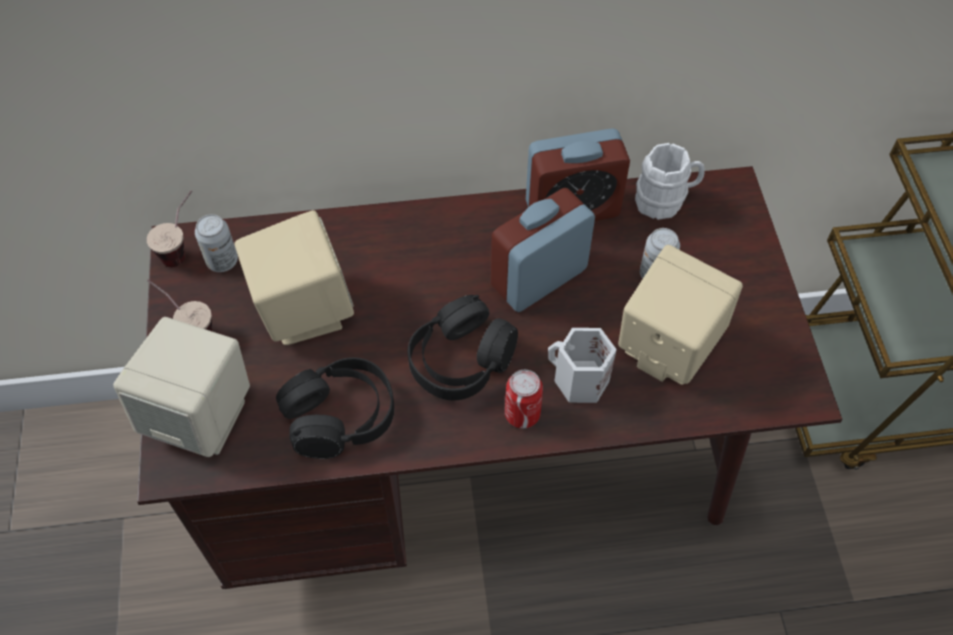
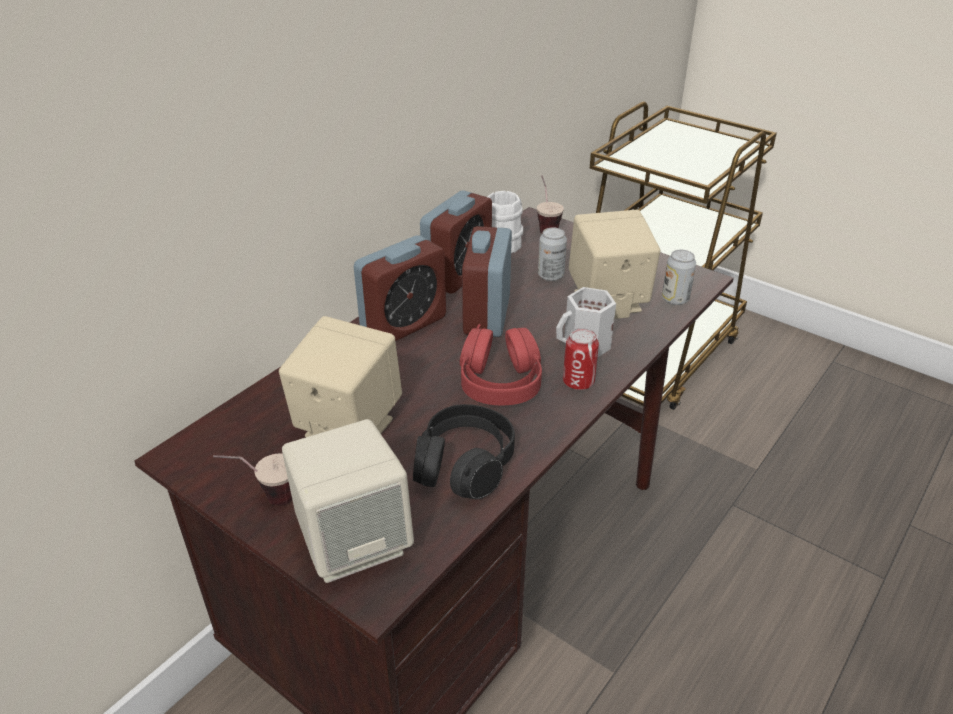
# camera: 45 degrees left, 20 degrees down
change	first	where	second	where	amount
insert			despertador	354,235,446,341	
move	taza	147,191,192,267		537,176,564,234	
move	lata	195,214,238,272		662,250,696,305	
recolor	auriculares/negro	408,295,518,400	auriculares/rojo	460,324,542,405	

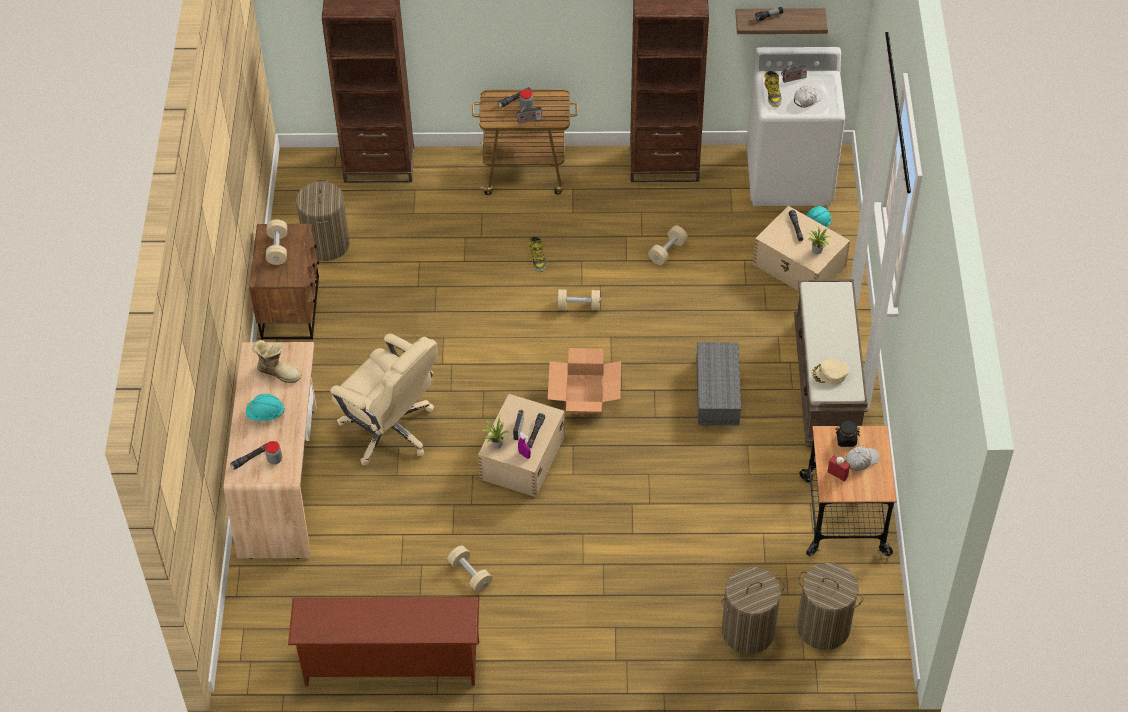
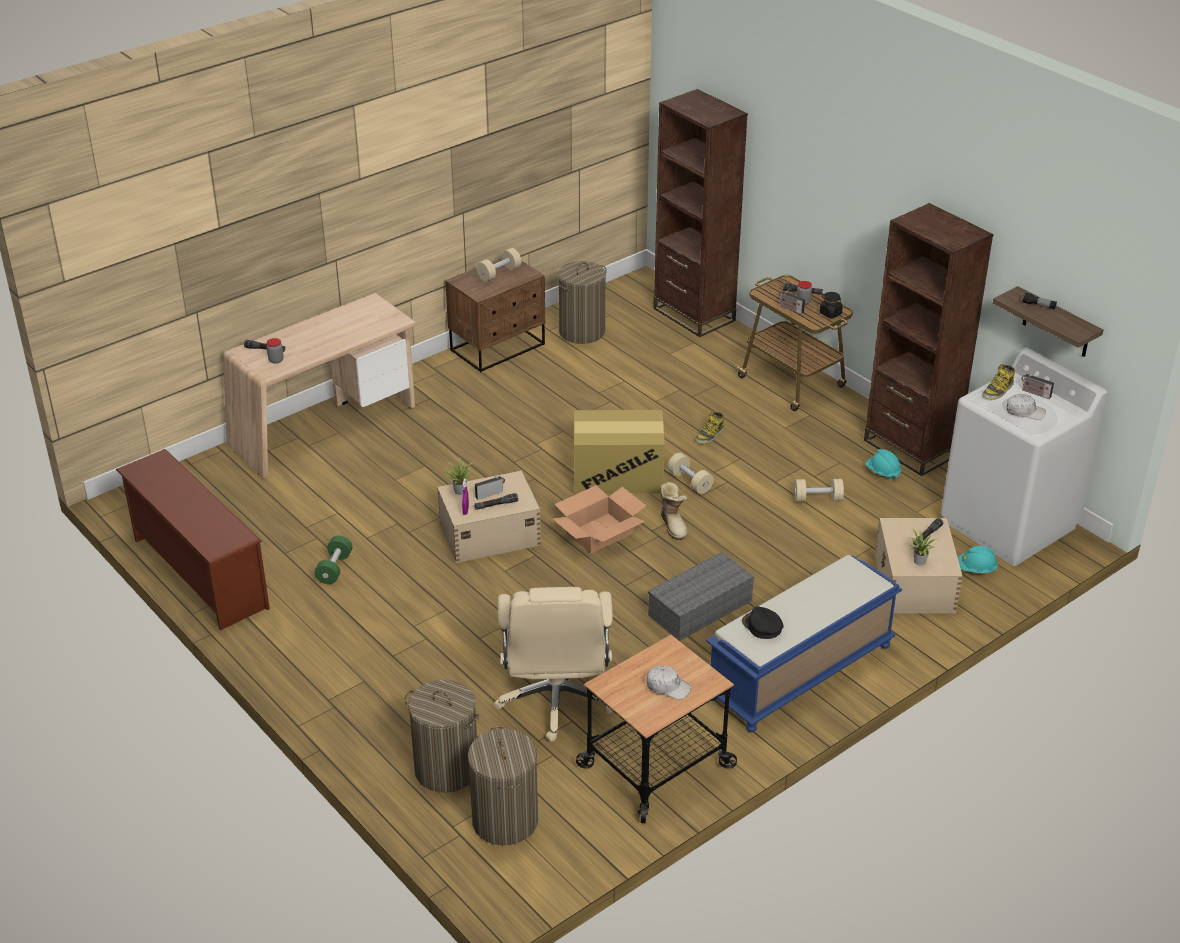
# camera: 50 degrees right, 15 degrees down
change	first	where	second	where	amount
delete	botella/rojo	827,456,850,481			
insert			caja de cartón	574,410,665,493	
move	casco/turquesa	246,394,285,421		865,449,902,480	
move	bota	252,340,302,383		660,482,688,540	
move	silla de oficina/beis	330,334,438,465		494,587,615,742	
move	tarro/negro	835,421,860,447		820,292,843,318	
recolor	mancuerna/beis	447,546,492,592	mancuerna/verde	314,536,353,584	
recolor	banco/marrón	794,279,868,447	banco/azul	706,555,902,733	
recolor	gorra/beis	811,359,849,384	gorra/negro	742,606,784,639	

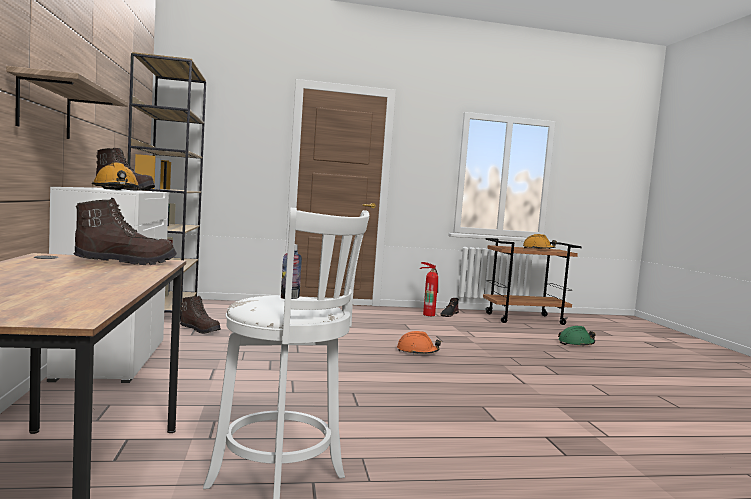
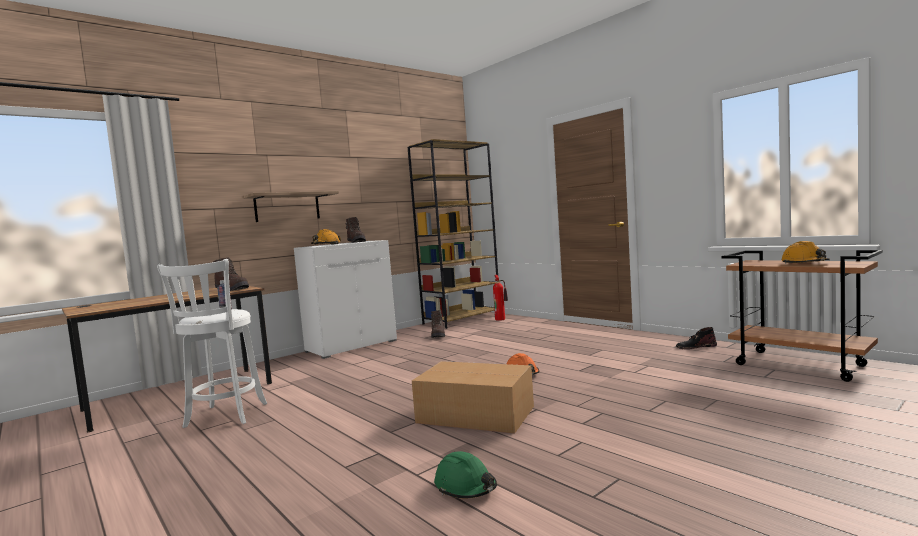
# camera: 60 degrees right, 0 degrees up
change	first	where	second	where	amount
insert			caja de cartón	412,361,534,434	
move	extintor	420,262,438,316		493,275,508,321	
move	casco/verde	558,326,596,347		434,451,497,498	

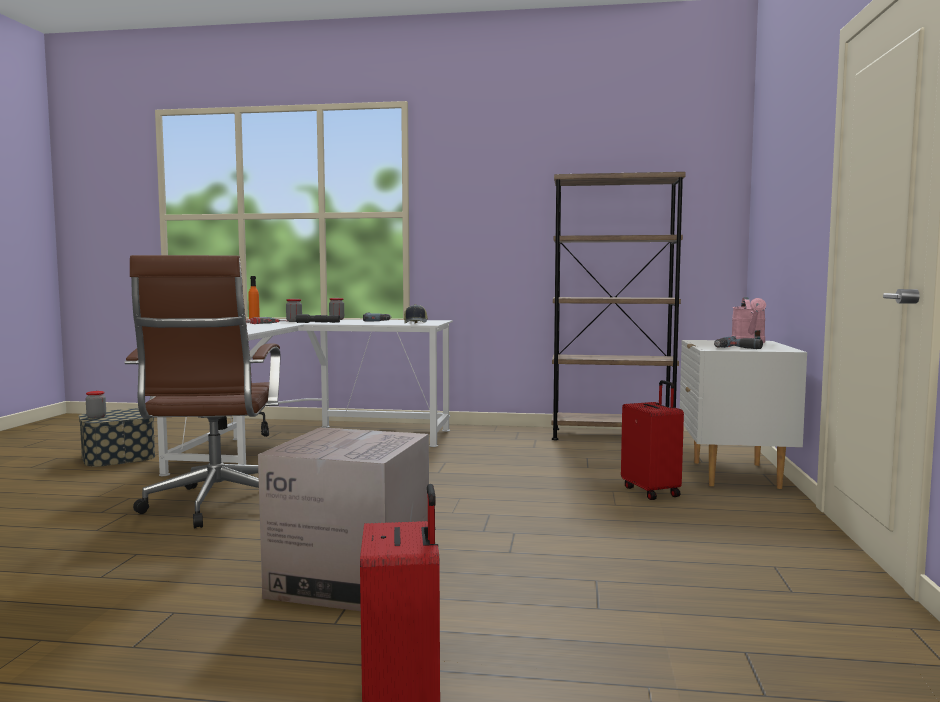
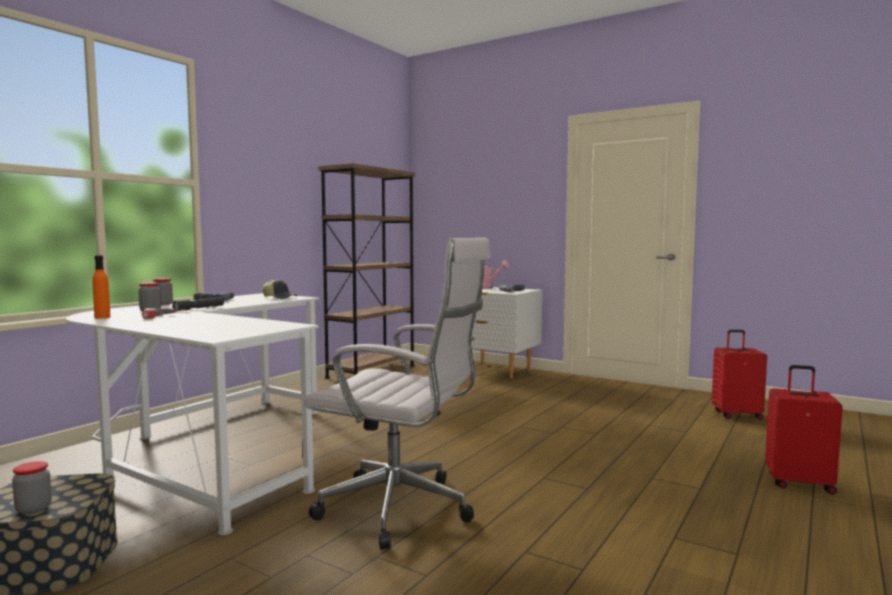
# camera: 65 degrees left, 0 degrees up
change	first	where	second	where	amount
delete	caja de cartón	258,428,429,611			
move	maleta/rojo	621,380,684,500		712,330,767,420	
recolor	silla de oficina/marrón	125,255,280,529	silla de oficina/blanco	303,238,490,549	

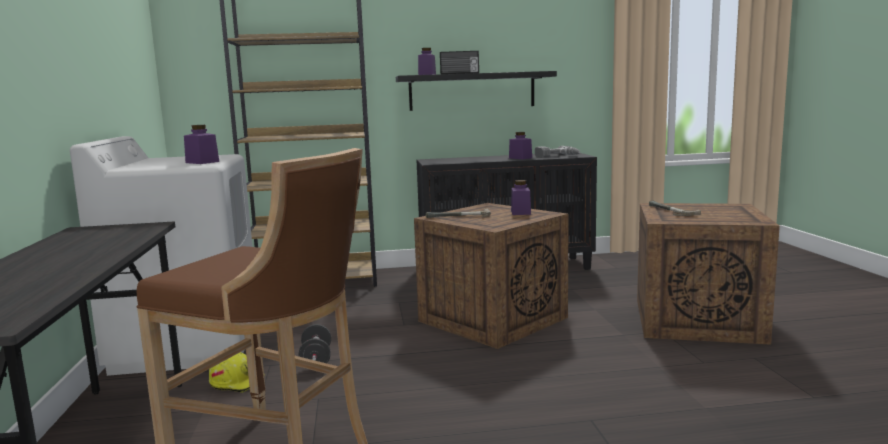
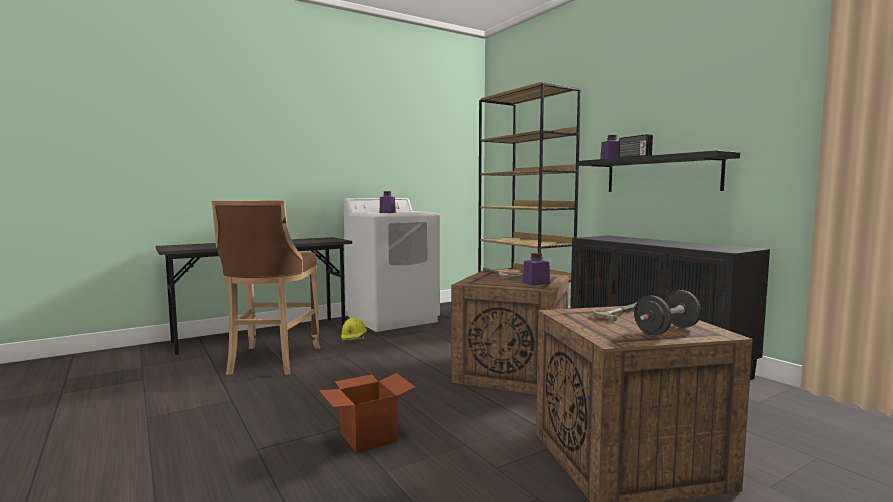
# camera: 65 degrees right, 5 degrees down
change	first	where	second	where	amount
delete	tarro/morado	509,132,532,159			
delete	taladro	535,146,580,158			
insert			caja de cartón	319,373,416,453	
move	mancuerna/negro	299,324,331,363		634,290,701,336	

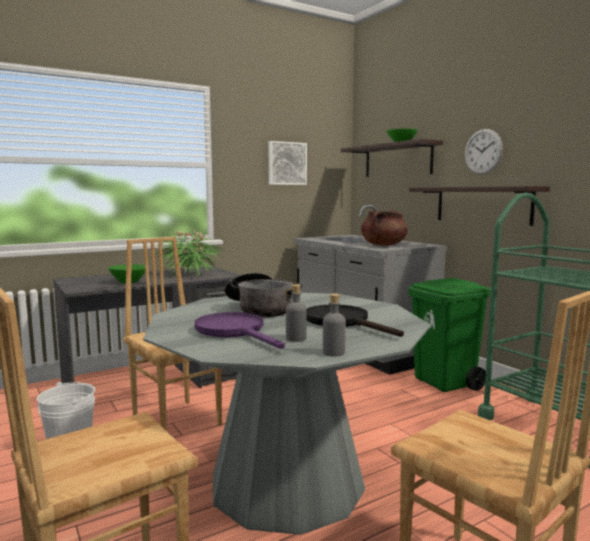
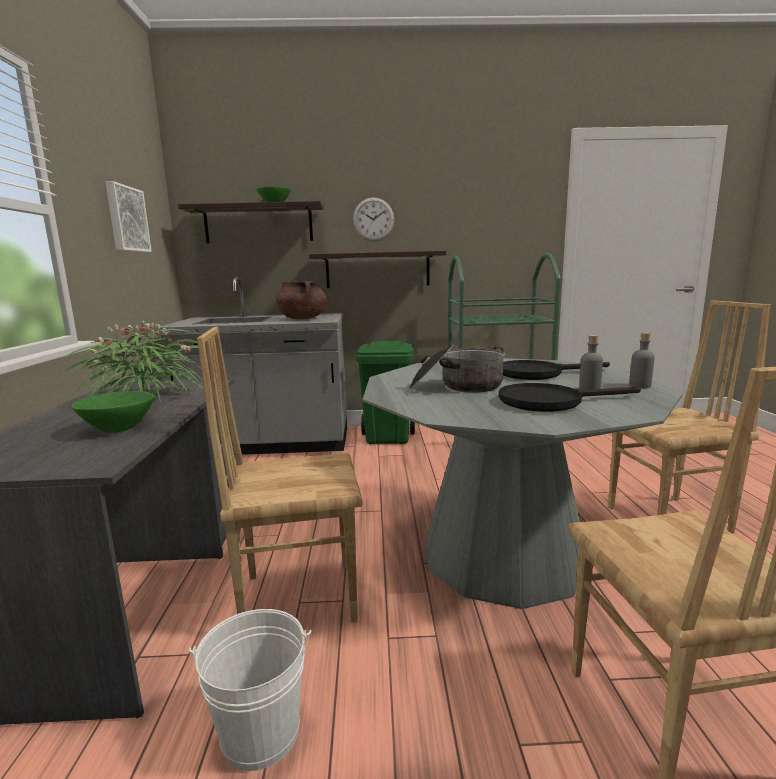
# camera: 60 degrees left, 5 degrees up
change	first	where	second	where	amount
recolor	sartén/morado	194,312,285,349	sartén/negro	499,383,641,412	

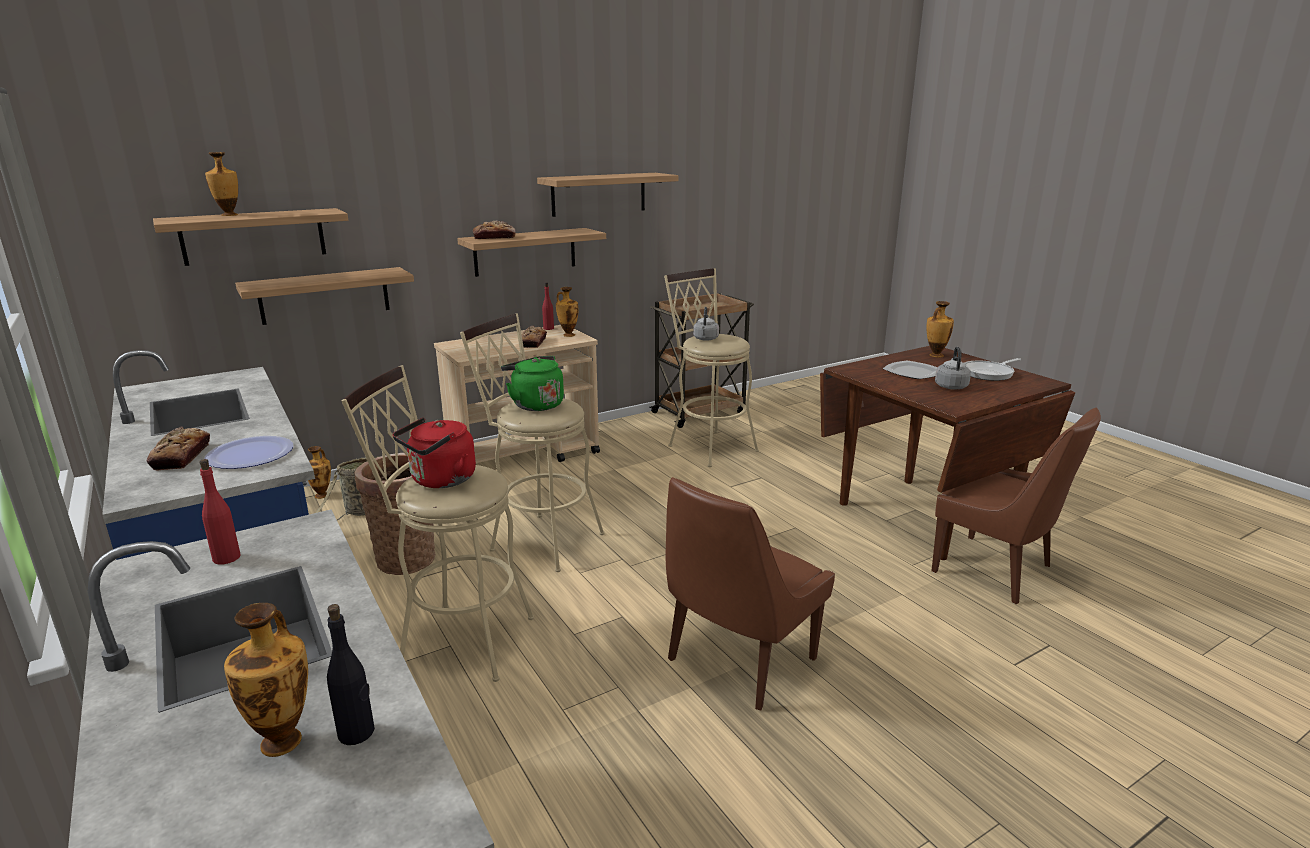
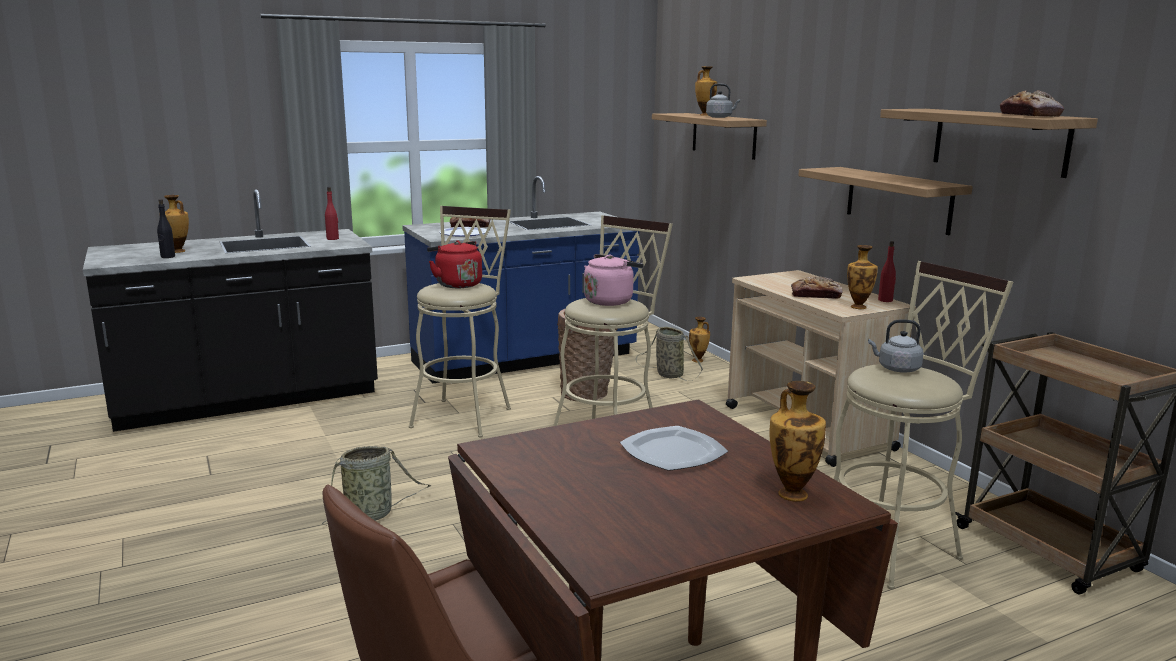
# camera: 95 degrees right, 5 degrees down
change	first	where	second	where	amount
delete	estante	235,267,414,325			
delete	sartén	964,358,1021,381			
move	pan	473,221,516,239		1000,90,1064,117	
move	hervidor/gris	935,347,971,389		706,84,740,118	
replace	silla/marrón	666,477,835,710	cesta	322,446,431,526	
recolor	hervidor/verde	501,356,564,411	hervidor/rosa	584,254,644,306	

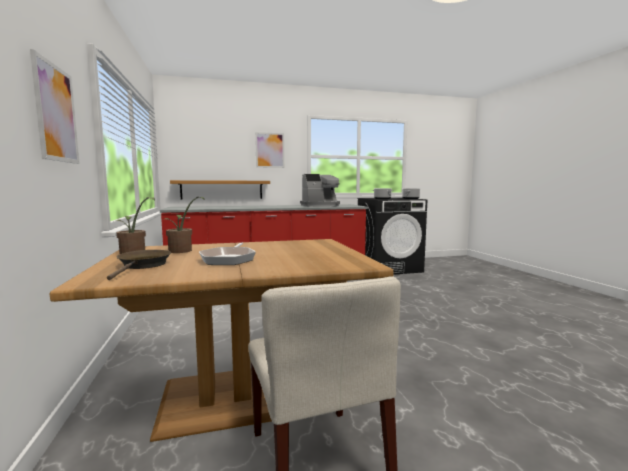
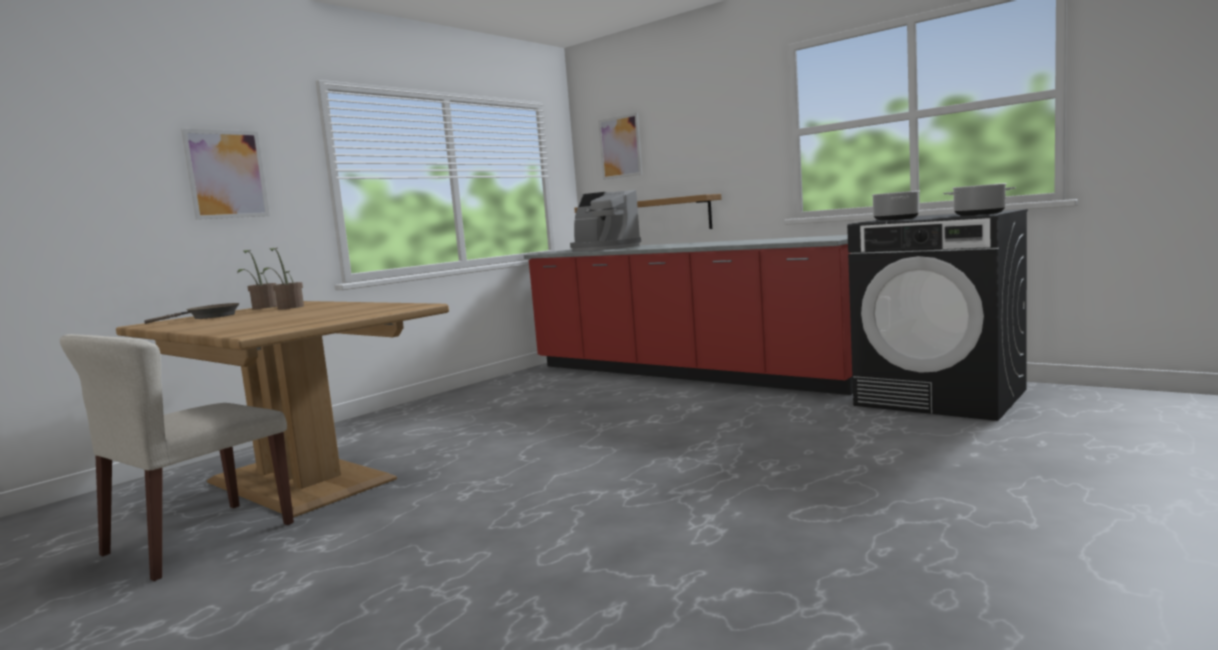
# camera: 55 degrees right, 0 degrees up
change	first	where	second	where	amount
delete	sartén	199,242,256,265			
move	cuadro	255,132,284,168		598,113,642,180	
move	cafetera	300,174,340,207		570,190,641,251	

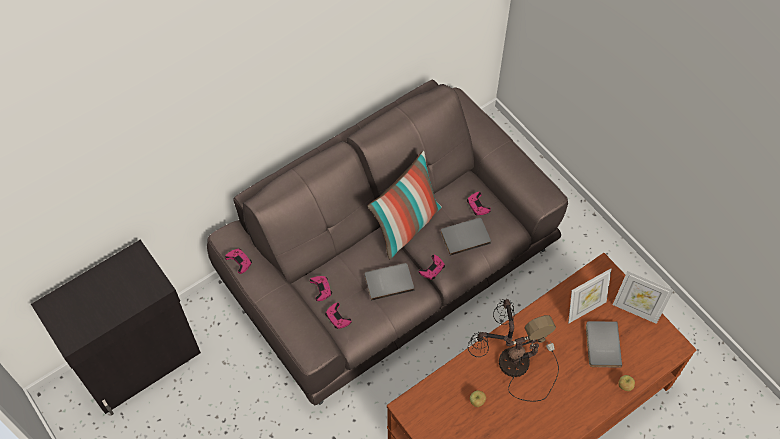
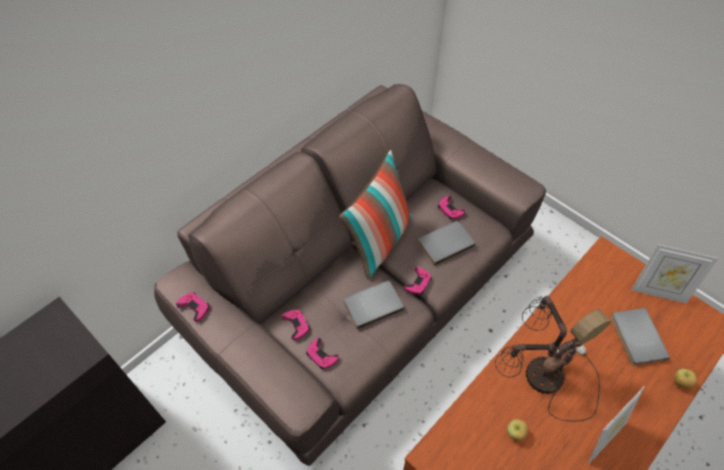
# camera: 10 degrees left, 5 degrees down
change	first	where	second	where	amount
move	portarretratos	568,269,611,324		588,387,644,464	

